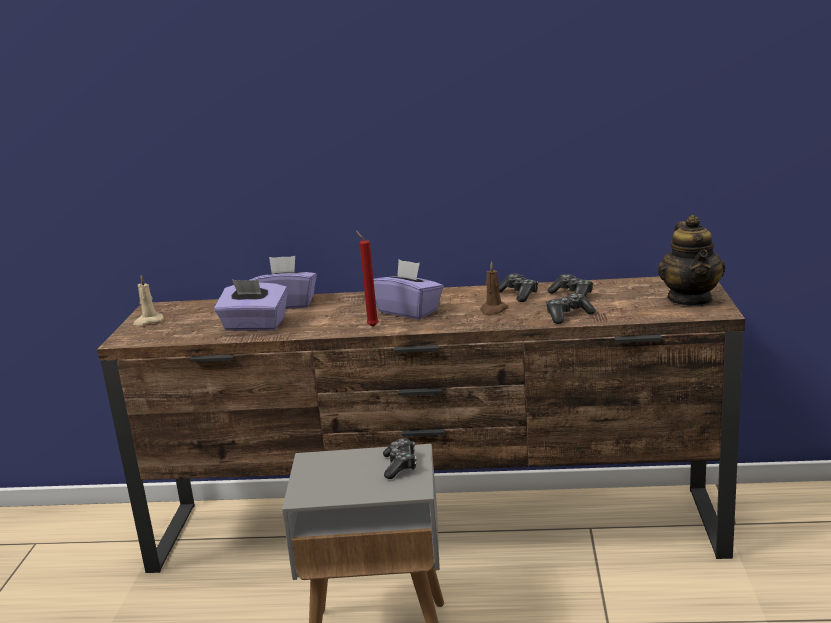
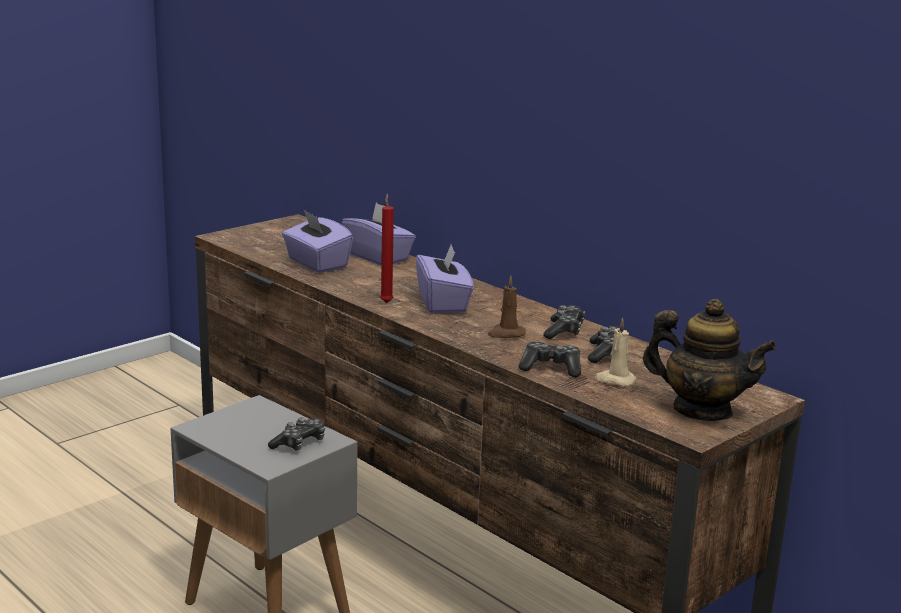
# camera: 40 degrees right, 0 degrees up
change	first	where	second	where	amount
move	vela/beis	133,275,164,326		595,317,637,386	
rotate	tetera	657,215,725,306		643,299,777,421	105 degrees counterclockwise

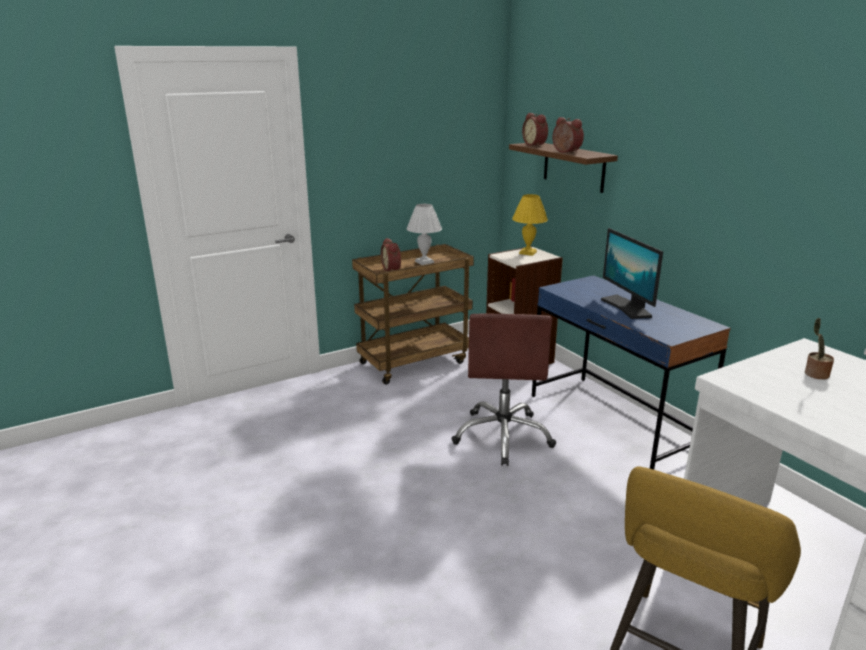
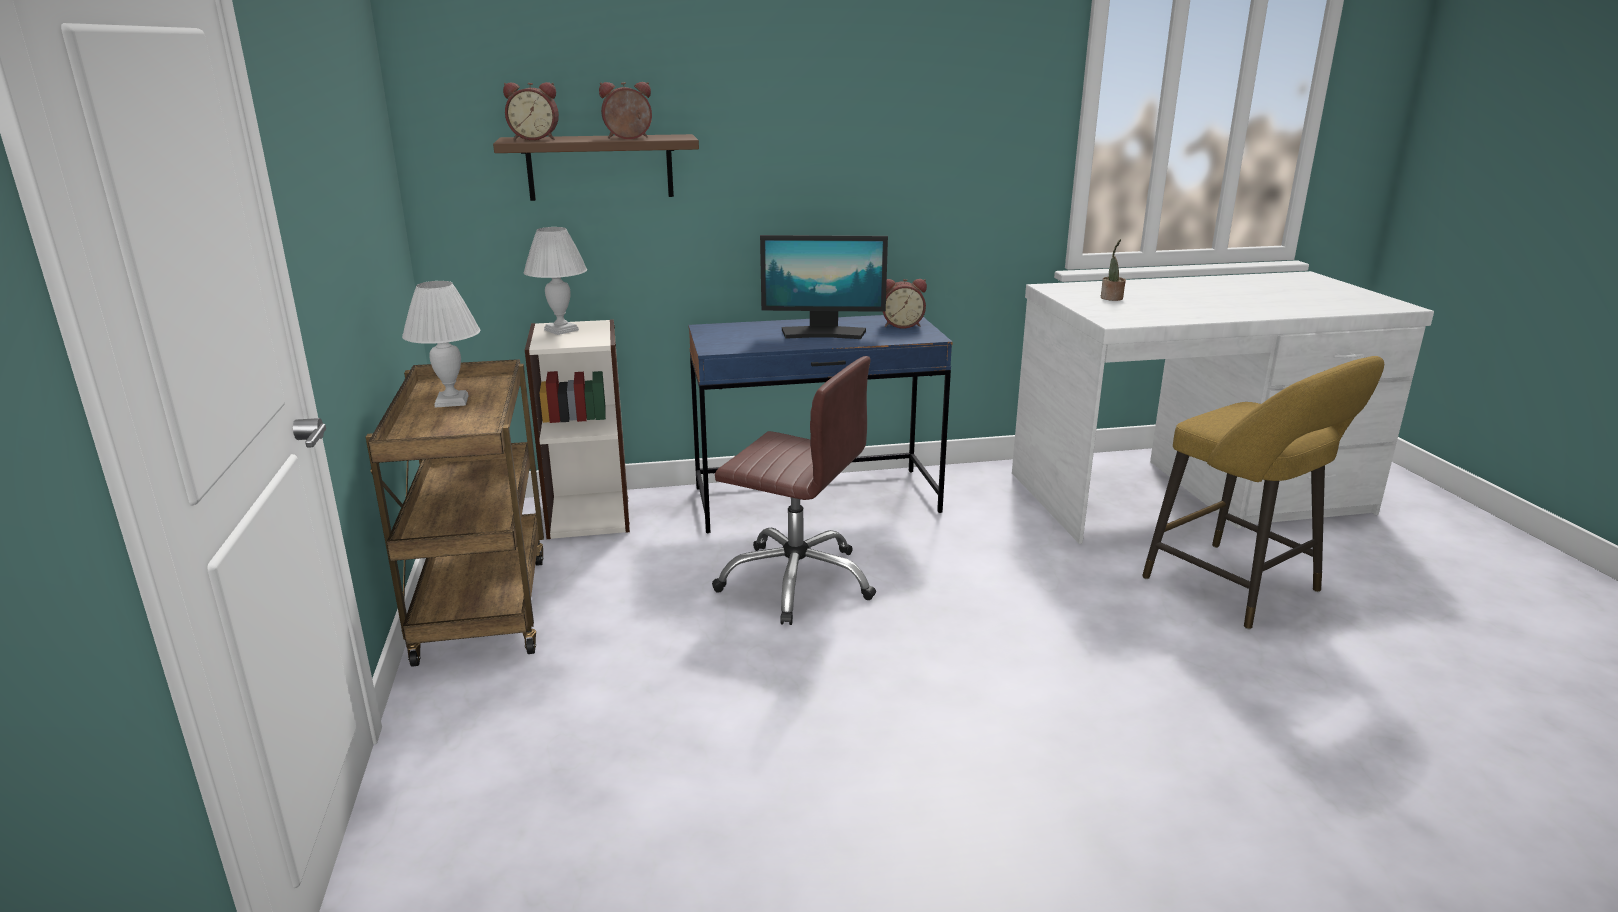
# camera: 70 degrees left, 0 degrees up
change	first	where	second	where	amount
move	despertador	381,238,401,271		883,279,927,329	
recolor	lámpara de mesa/amarillo	512,194,548,256	lámpara de mesa/blanco	524,227,587,335	

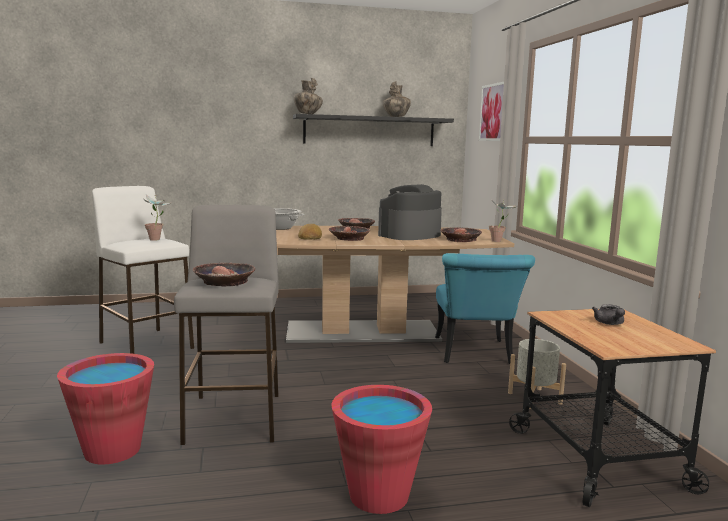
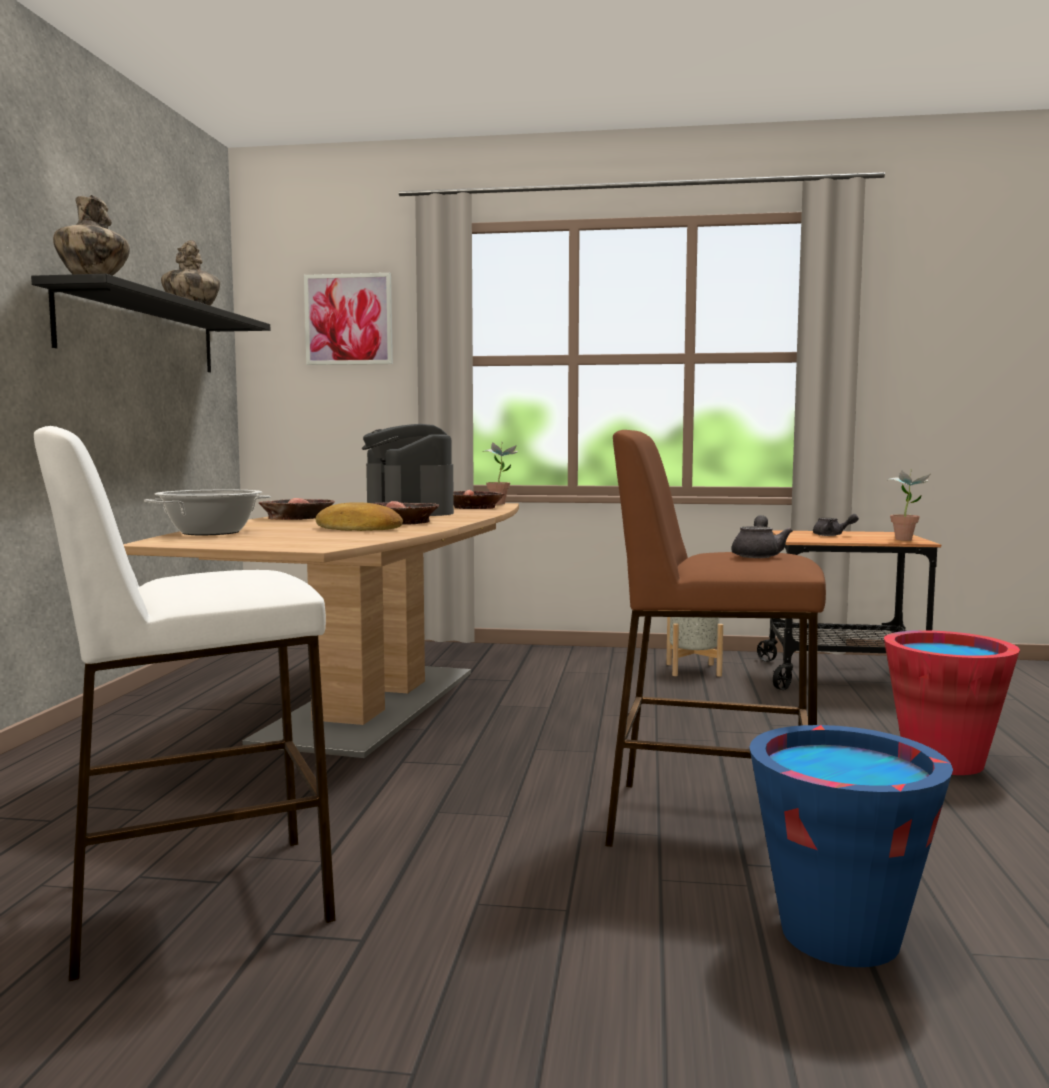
# camera: 70 degrees left, 5 degrees down
change	first	where	second	where	amount
delete	silla/turquesa	435,253,535,364			
move	planta en maceta	144,195,171,241		887,469,930,541	
replace	cuenco	193,263,255,286	tetera/gris	731,515,793,558	
recolor	cubo/rojo	57,353,154,464	cubo/azul	749,725,953,967	
recolor	taburete/gris	174,205,279,445	taburete/marrón	605,430,826,847	

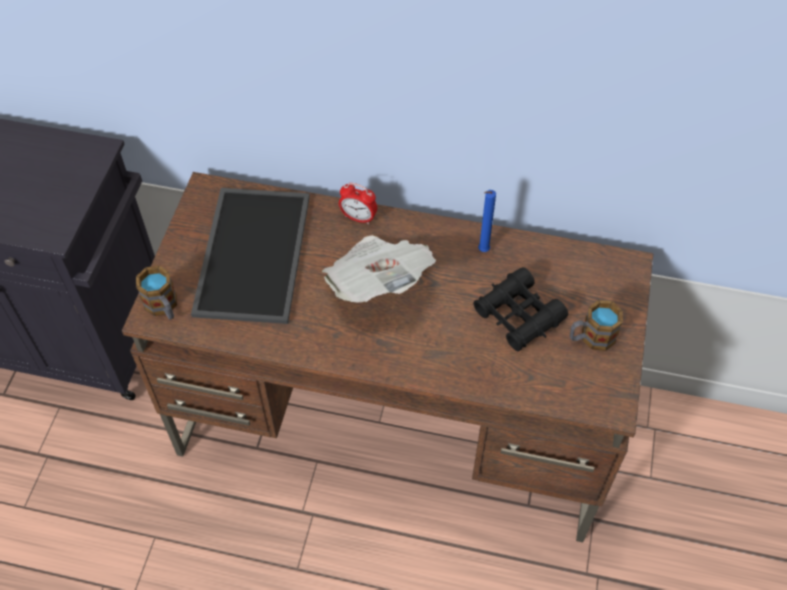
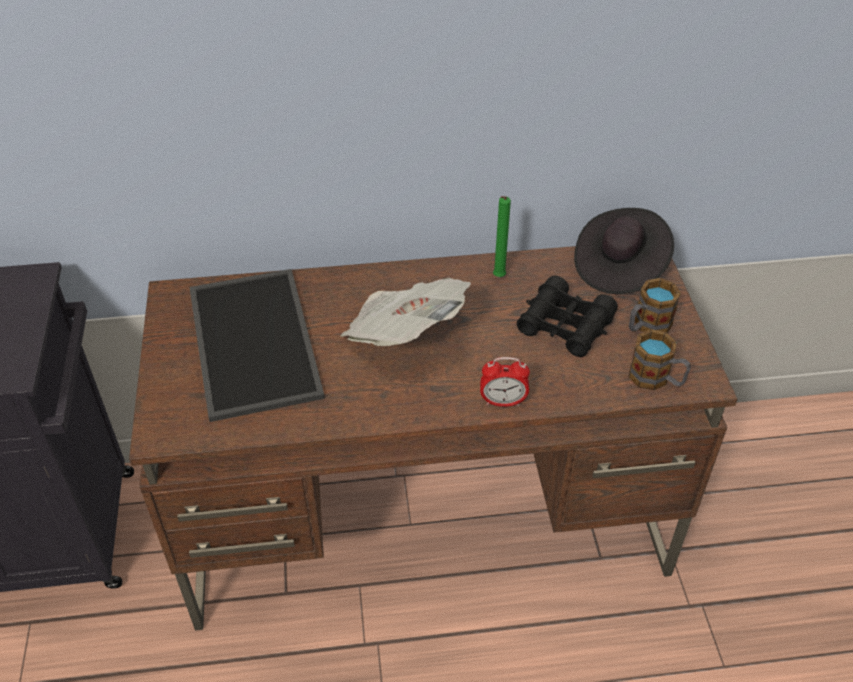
# camera: 20 degrees left, 10 degrees down
change	first	where	second	where	amount
insert			sombrero/negro	574,208,674,294	
move	taza grande	136,266,177,320		629,329,691,390	
move	despertador	339,183,377,224		480,357,530,407	
recolor	vela/azul	478,190,496,252	vela/verde	493,196,511,277	

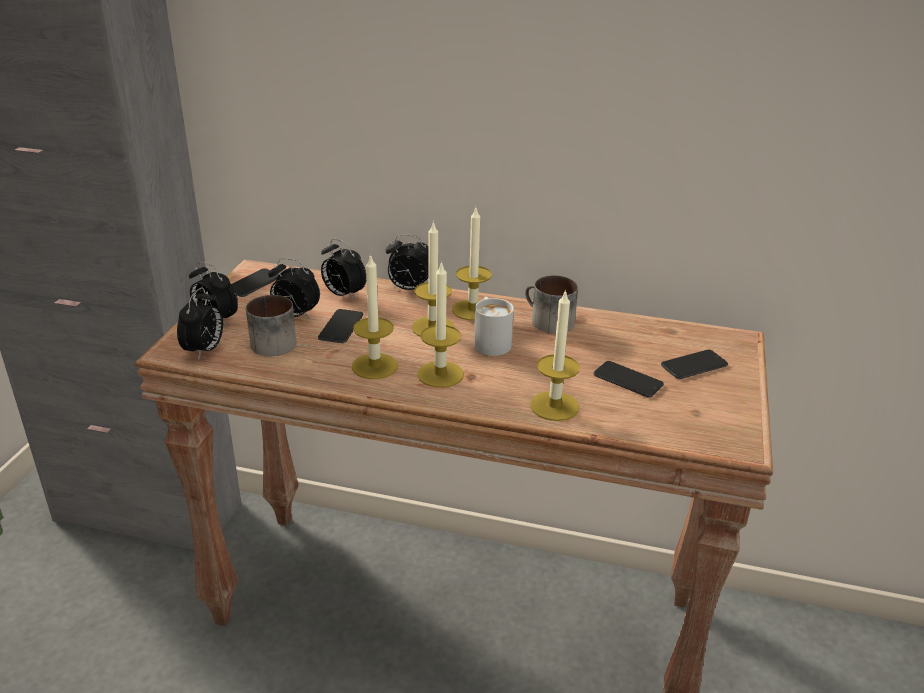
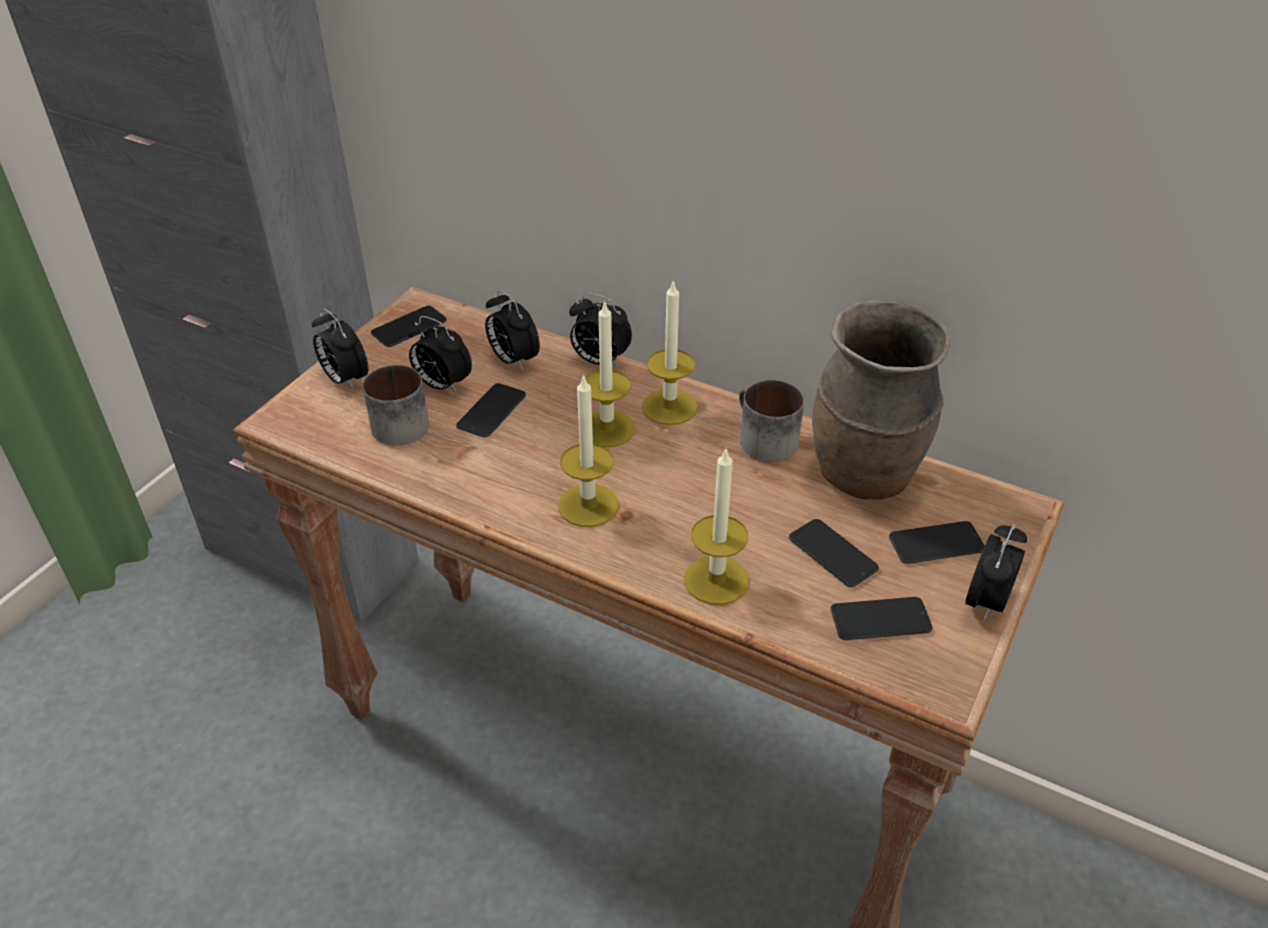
# camera: 15 degrees right, 10 degrees up
change	first	where	second	where	amount
delete	vela	352,254,398,379			
delete	taza grande/blanco	474,297,514,356			
insert			florero/marrón	812,300,950,499	
insert			móvil	830,597,933,640	
move	despertador	177,287,223,360		965,523,1027,621	

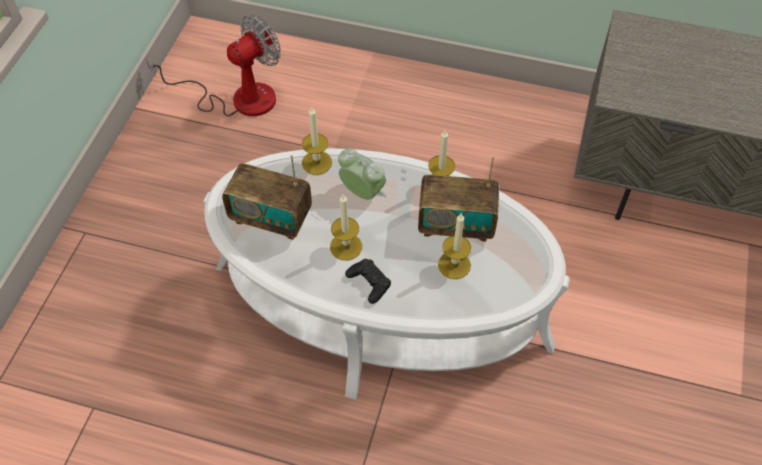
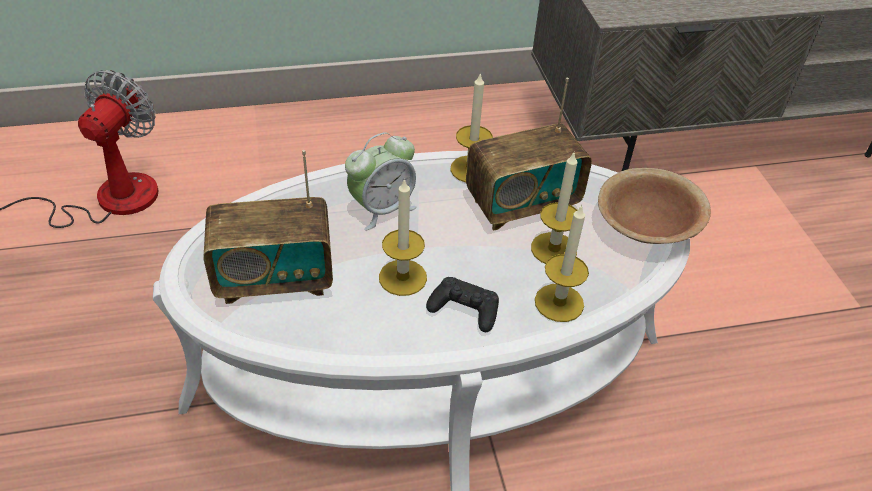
# camera: 30 degrees left, 10 degrees down
change	first	where	second	where	amount
insert			cuenco/marrón	598,168,711,244	
move	vela	302,106,332,175		535,204,589,322	
rotate	despertador	338,148,387,200		345,132,416,231	135 degrees clockwise

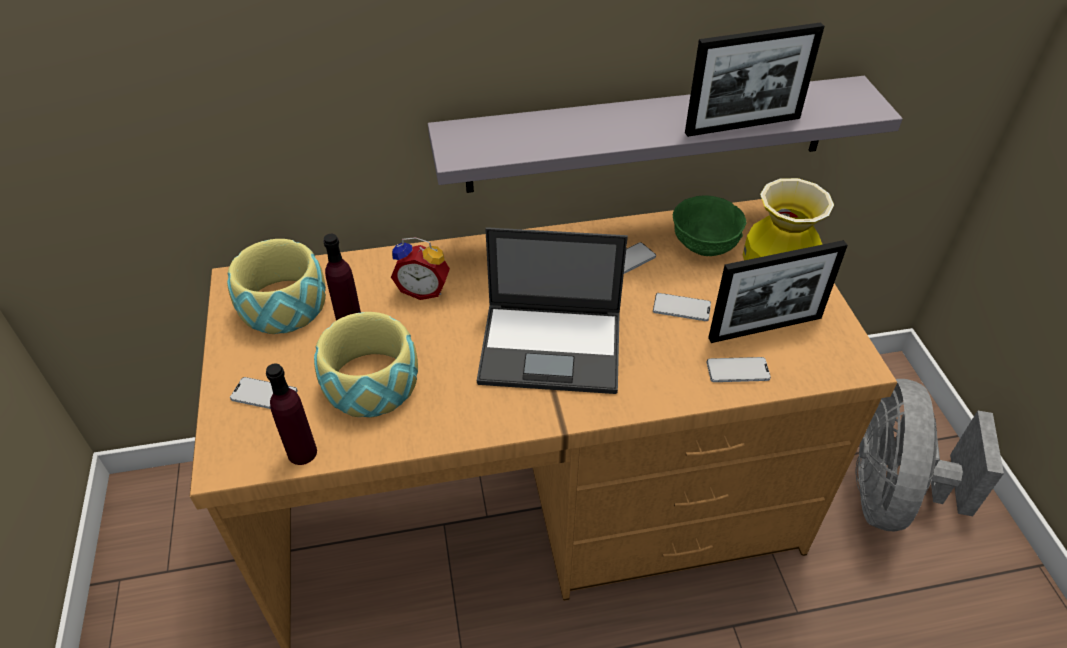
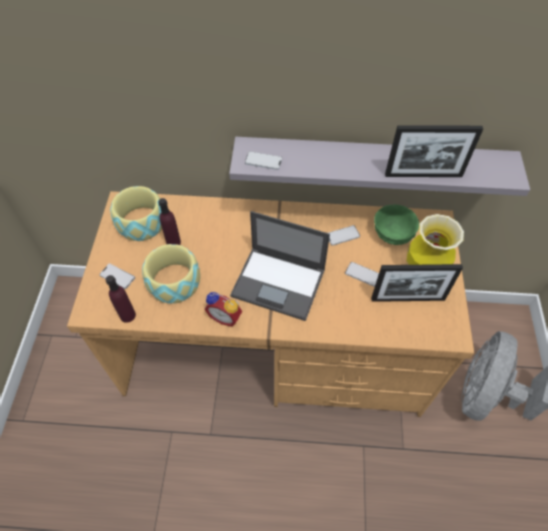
# camera: 15 degrees right, 10 degrees up
change	first	where	second	where	amount
move	despertador	391,237,450,300		204,292,242,327	
move	móvil	707,357,771,382		245,151,282,170	

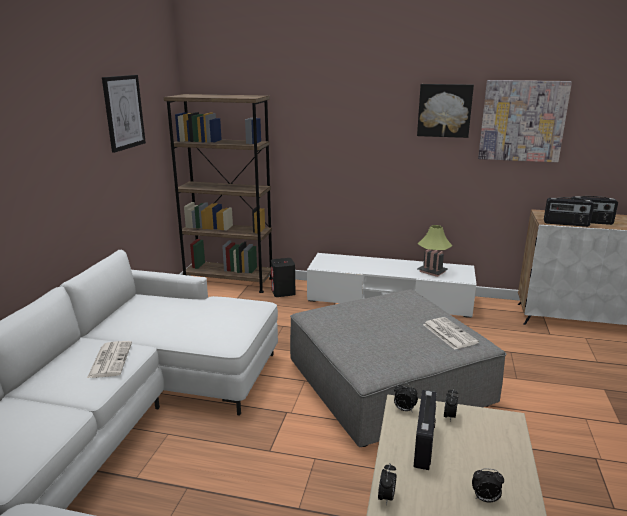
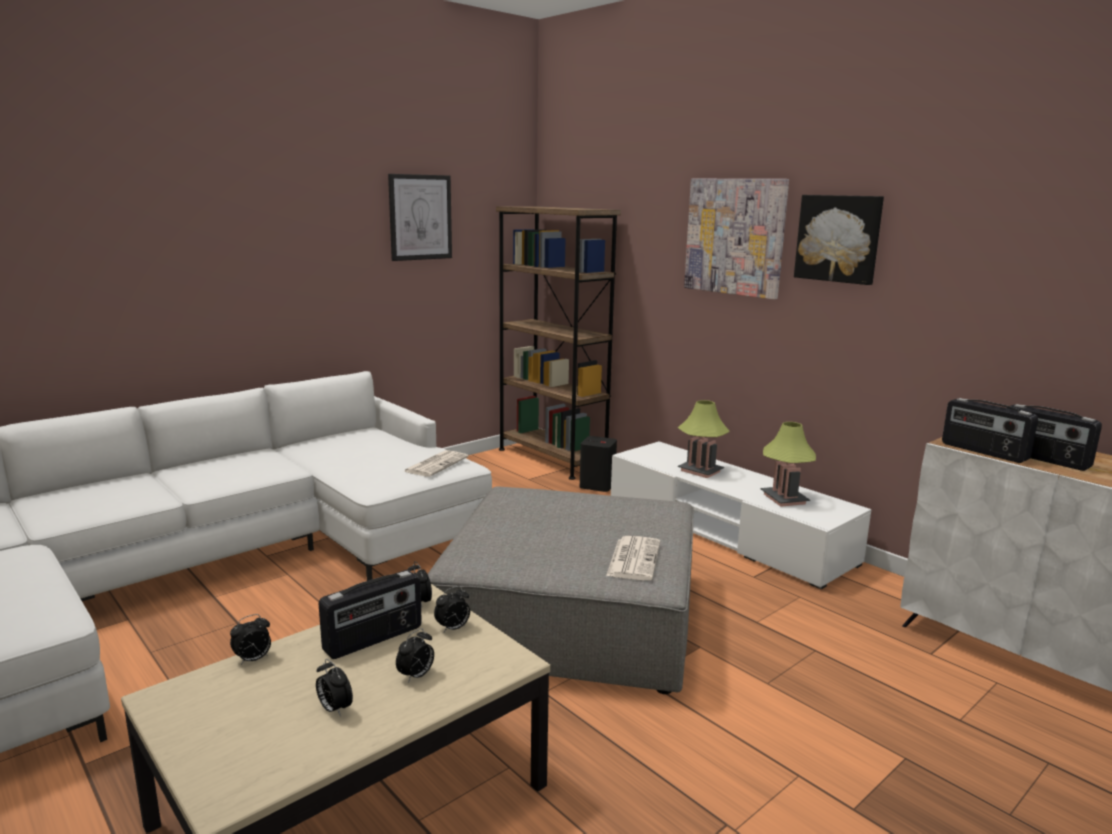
# camera: 35 degrees right, 5 degrees down
change	first	where	second	where	amount
insert			despertador	396,628,434,683	
insert			lámpara de mesa	678,400,730,478	
move	periódico	87,341,132,378		404,450,468,477	
move	cuadro	478,80,572,162		684,179,789,299	

